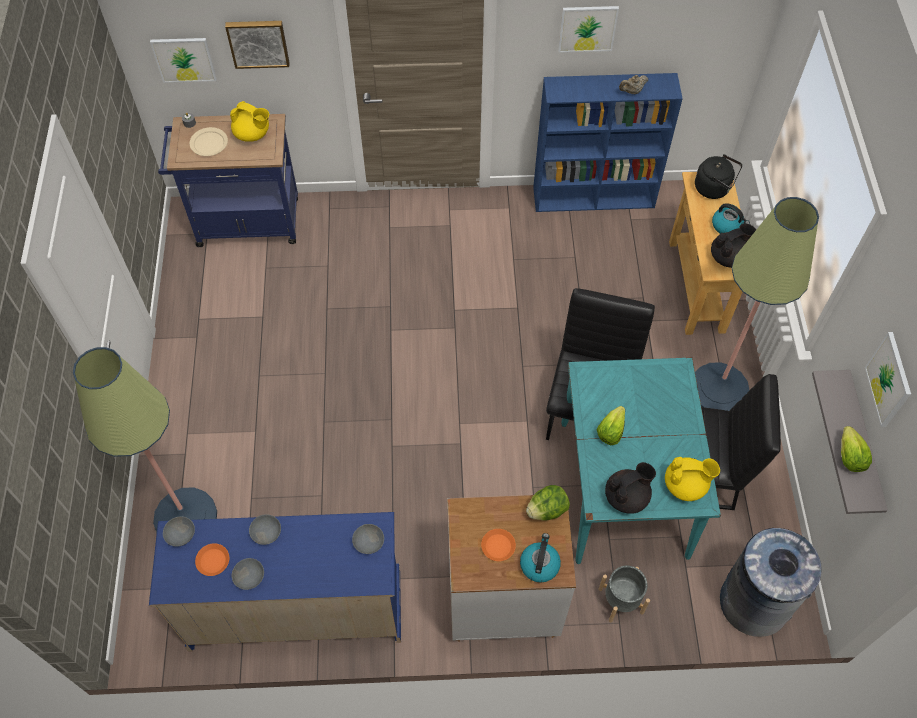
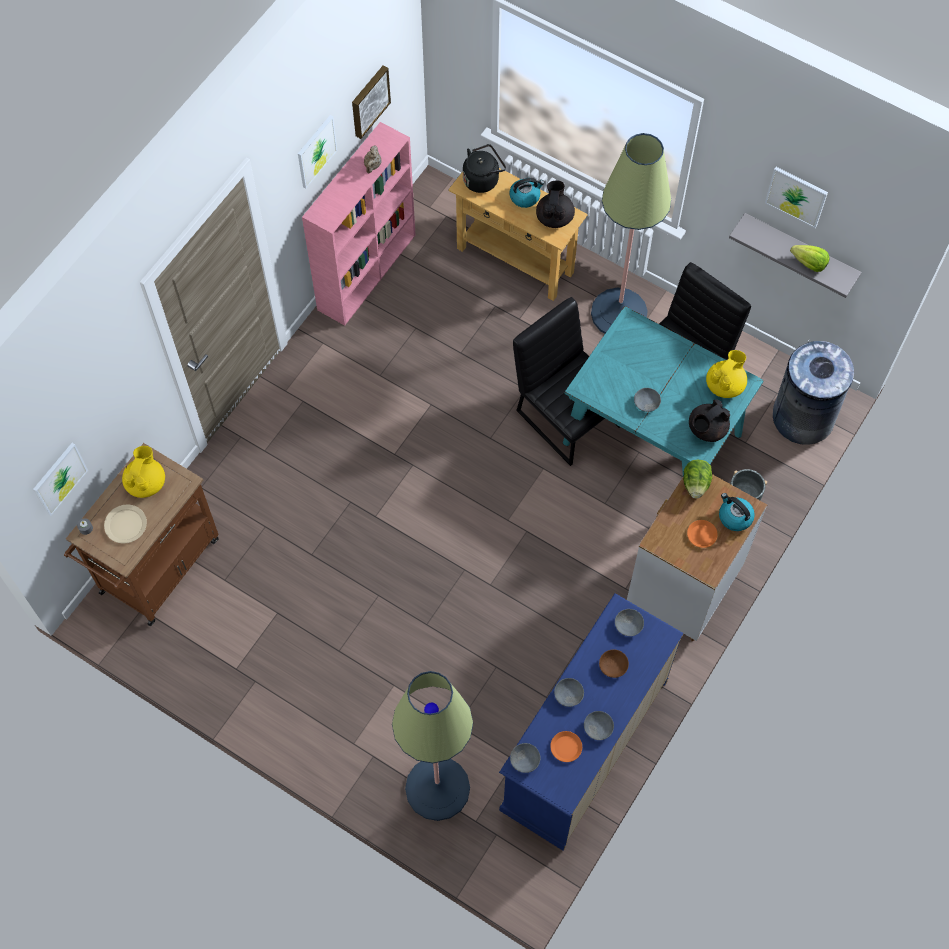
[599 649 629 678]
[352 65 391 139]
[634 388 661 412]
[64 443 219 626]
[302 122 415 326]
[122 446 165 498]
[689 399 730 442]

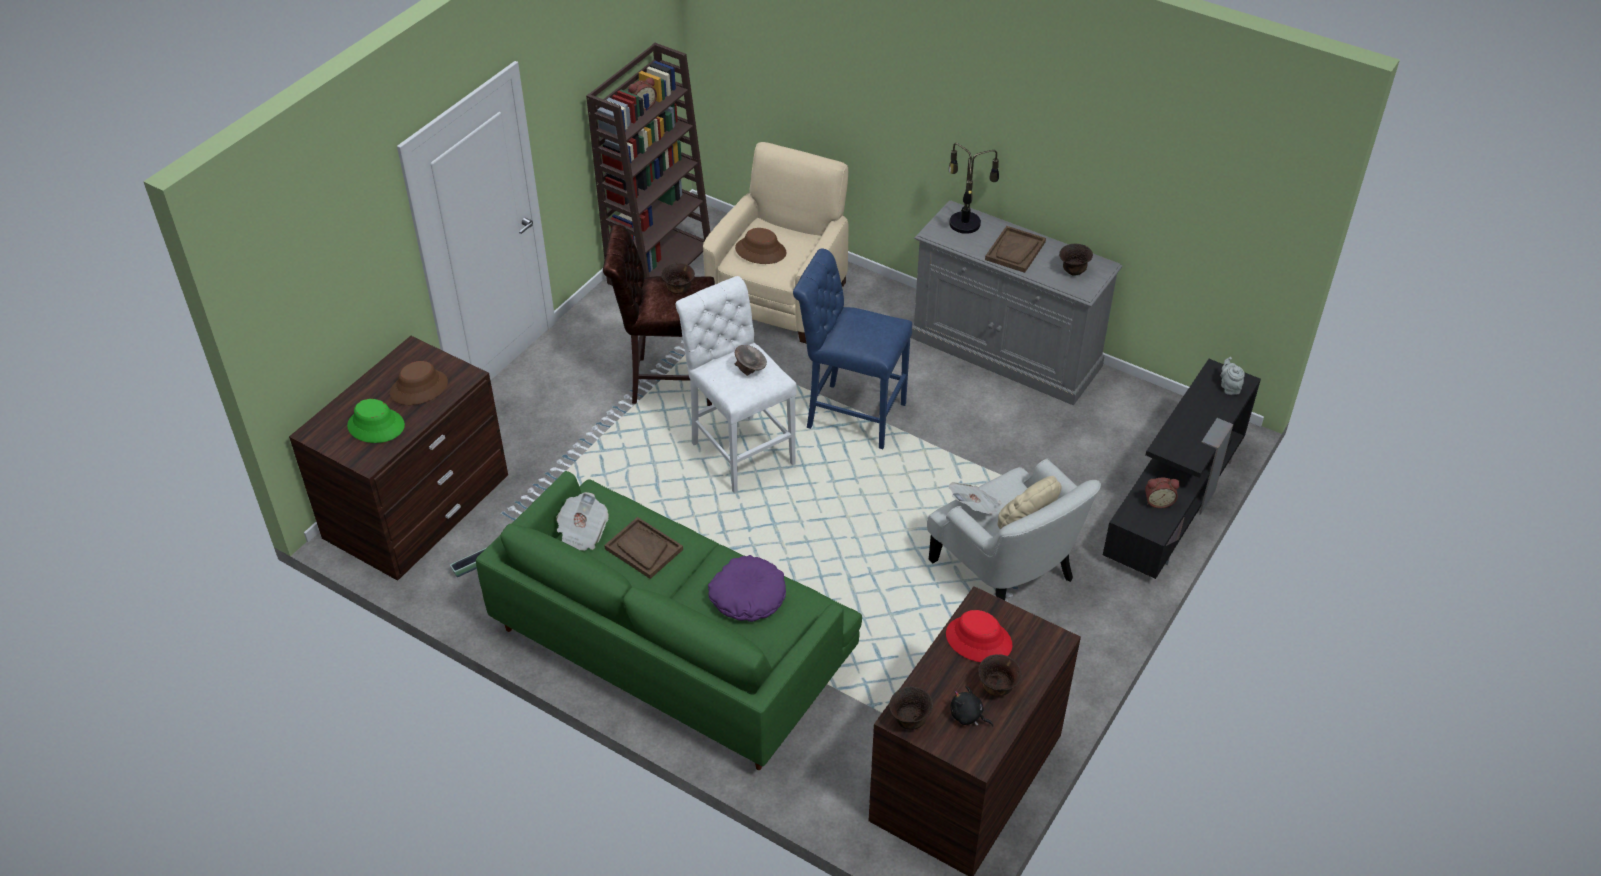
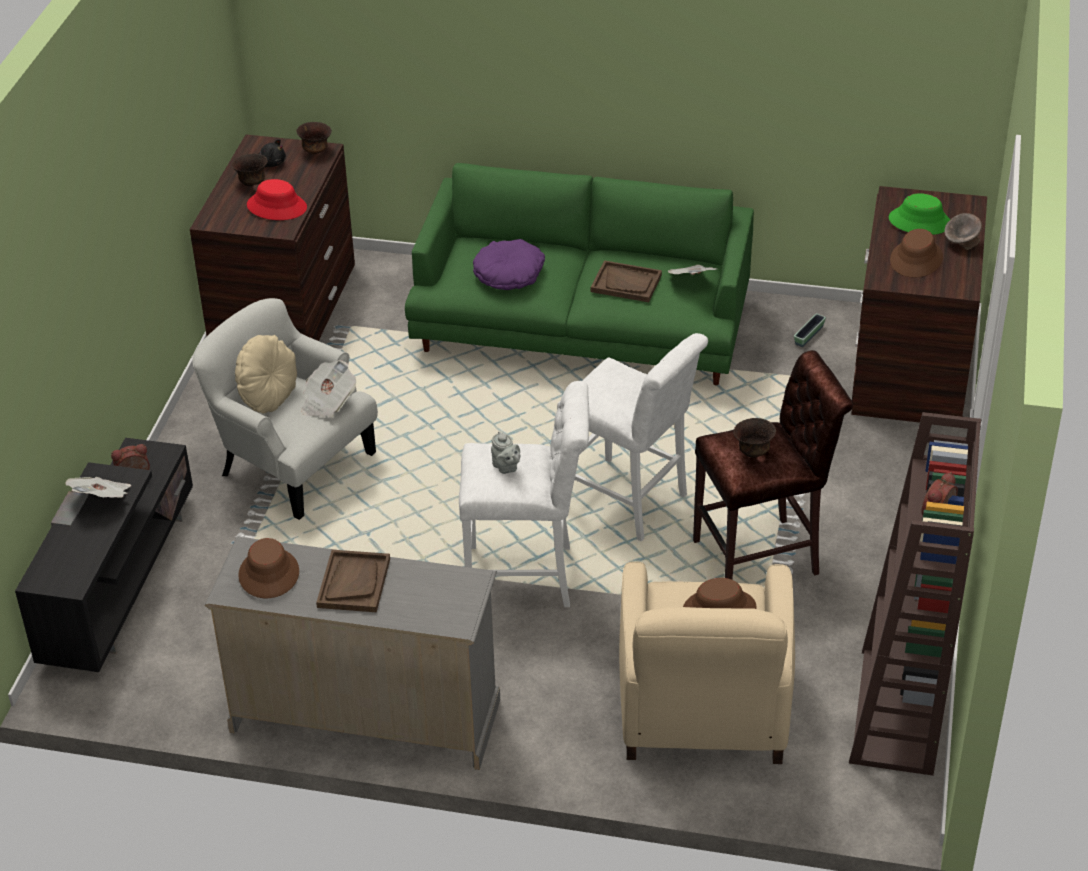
[949 143 999 234] (first image)
[65 477 131 498]
[944 213 982 250]
[491 431 521 474]
[238 538 299 599]
[459 381 589 607]

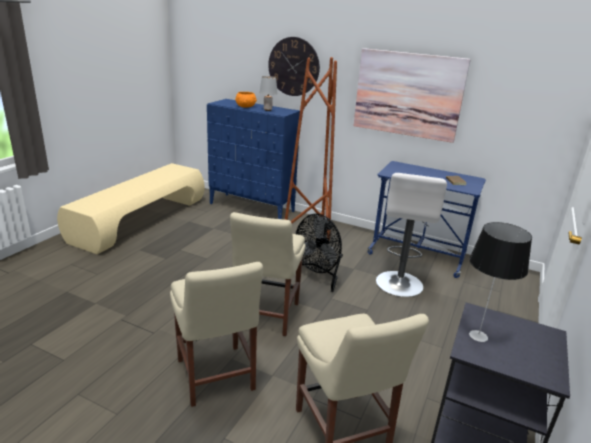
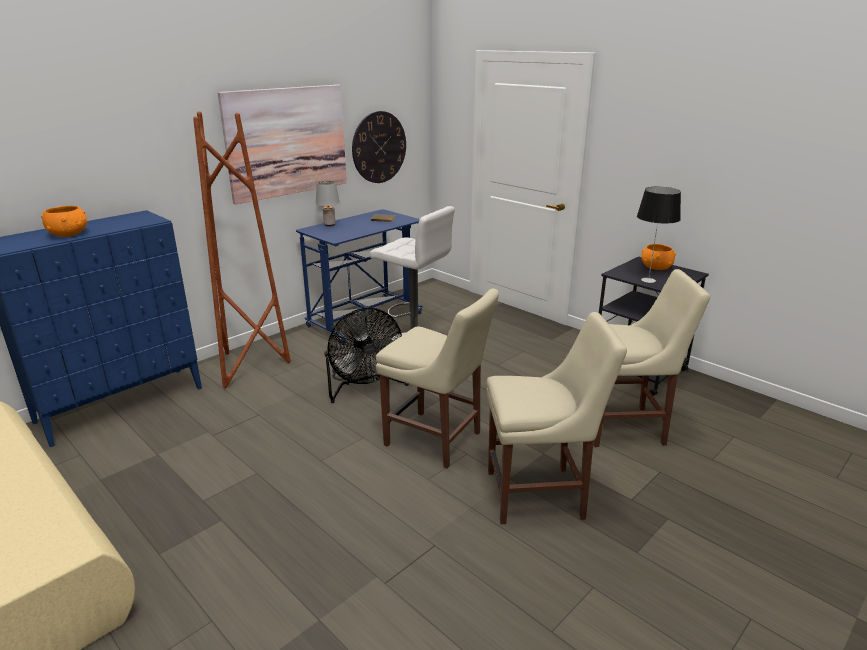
[641 244 676 270]
[316 181 340 226]
[352 111 406 183]

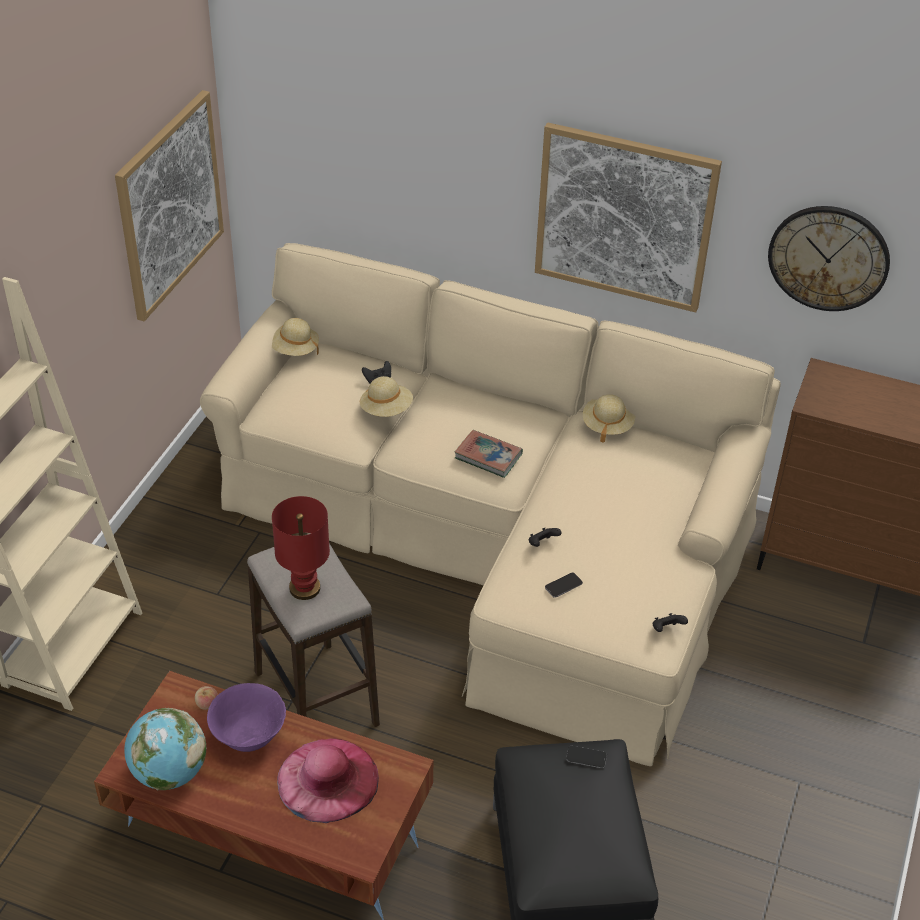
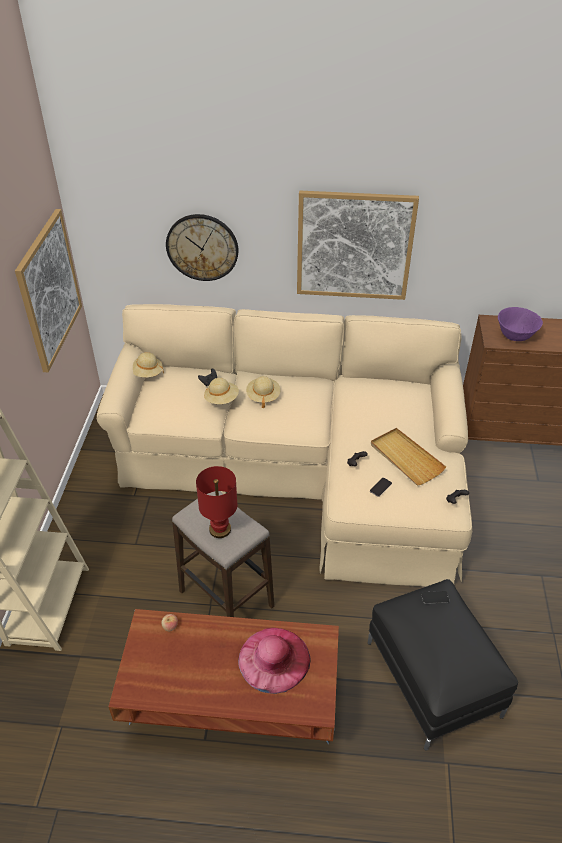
[124 708 206 790] (first image)
[454 430 523 478] (first image)
[371 428 446 485]
[498 307 543 341]
[246 376 280 408]
[166 214 239 281]

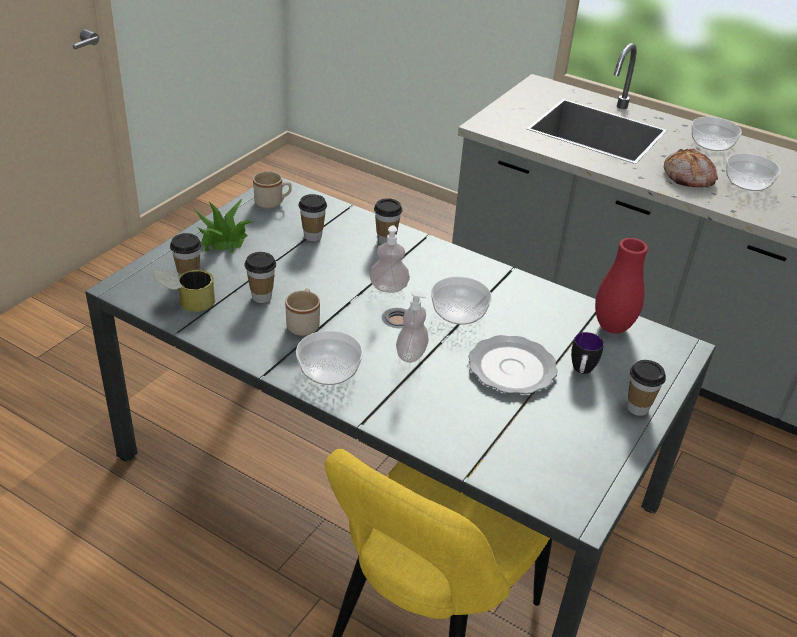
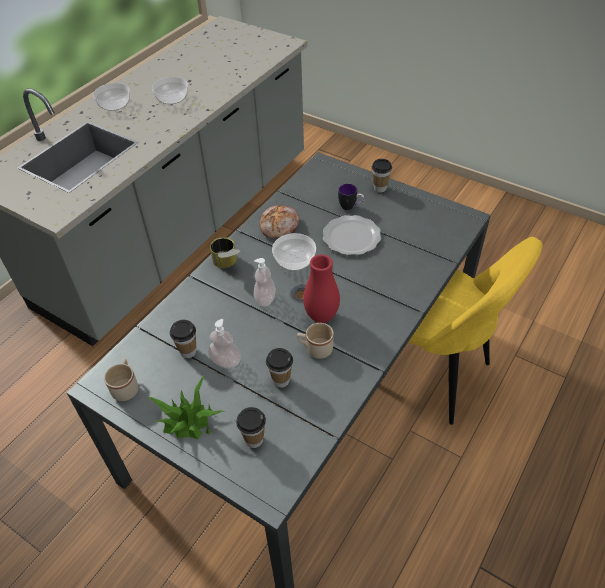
[296 330 363 385] (first image)
[374 198 402 244] (first image)
[210 237 240 268]
[208 319 241 368]
[303 254 340 323]
[259 205 300 238]

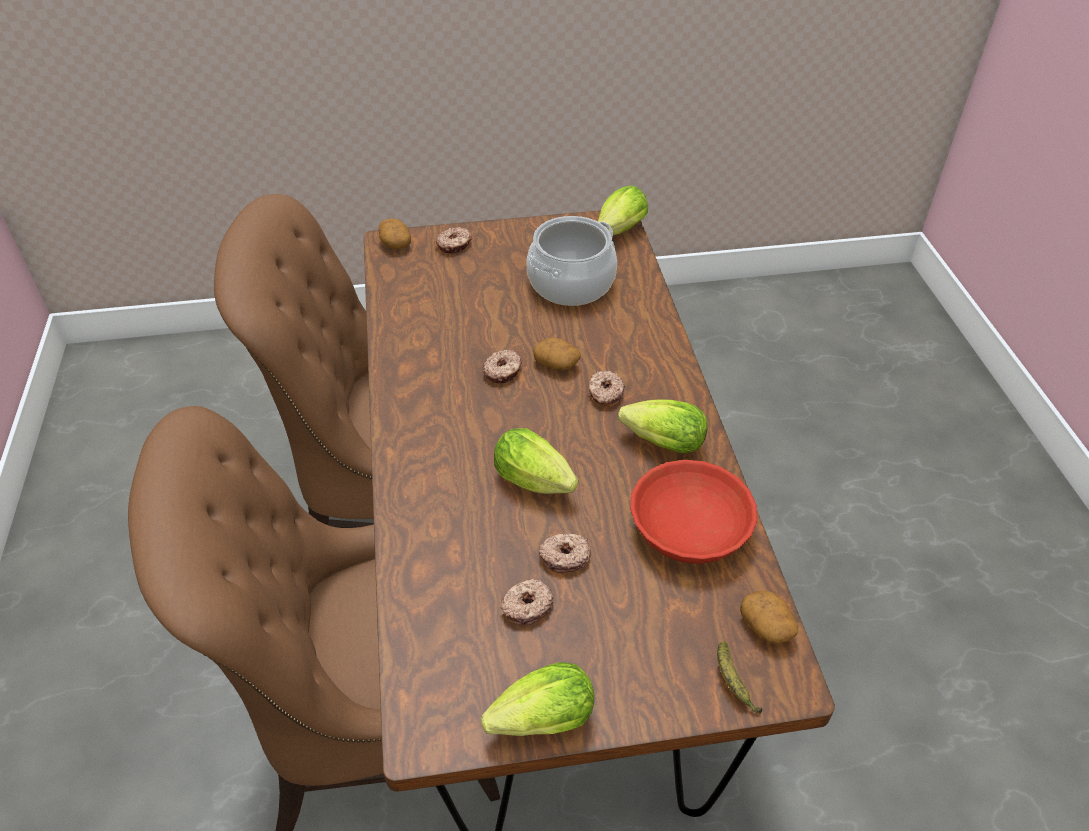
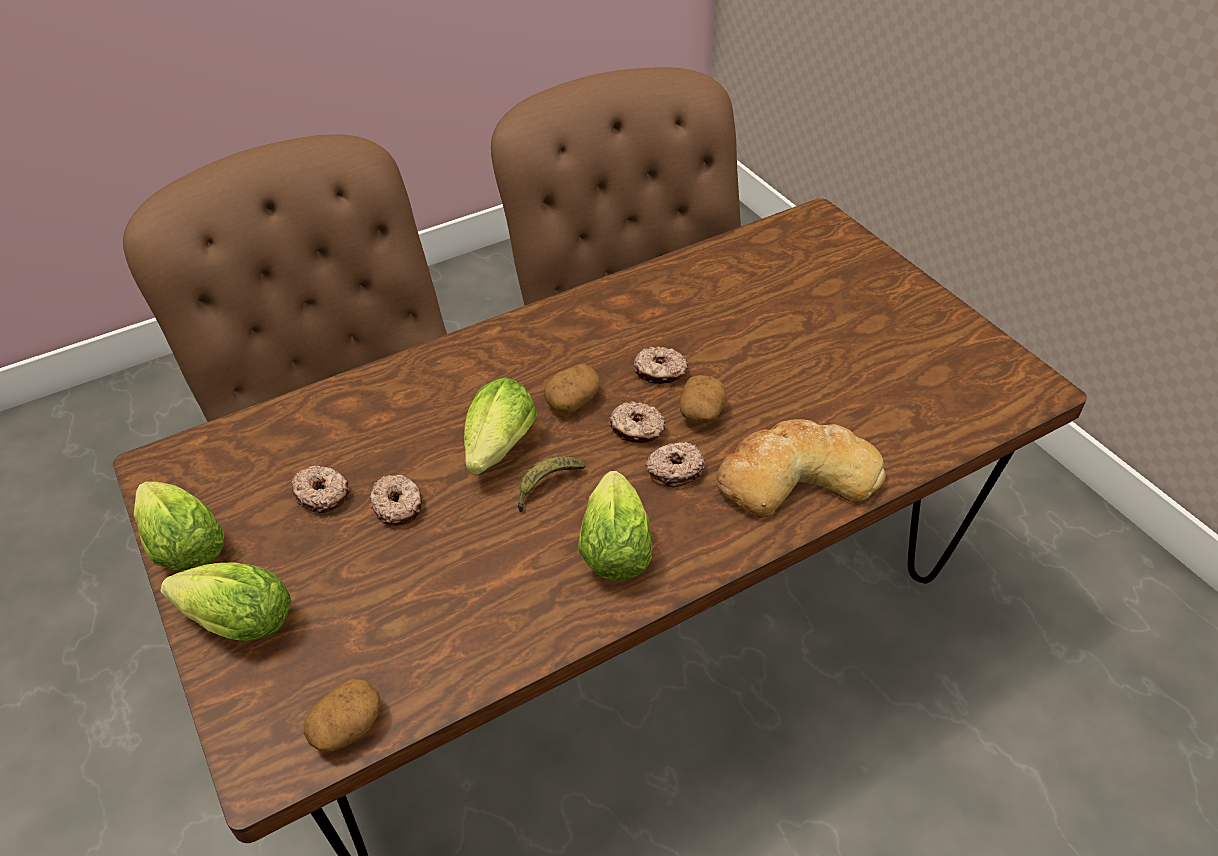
[526 216 617 306] (first image)
[630 460 757 564] (first image)
[716 419 886 518]
[544 364 600 414]
[609 401 666 443]
[160 562 291 641]
[518 456 585 512]

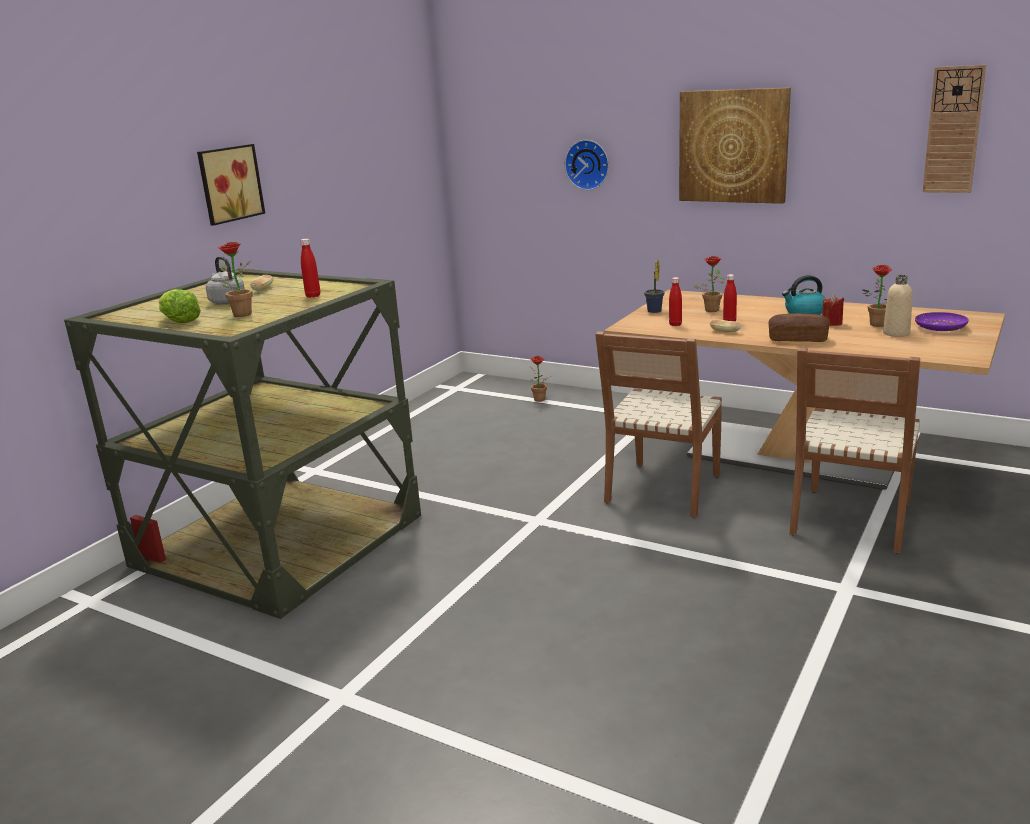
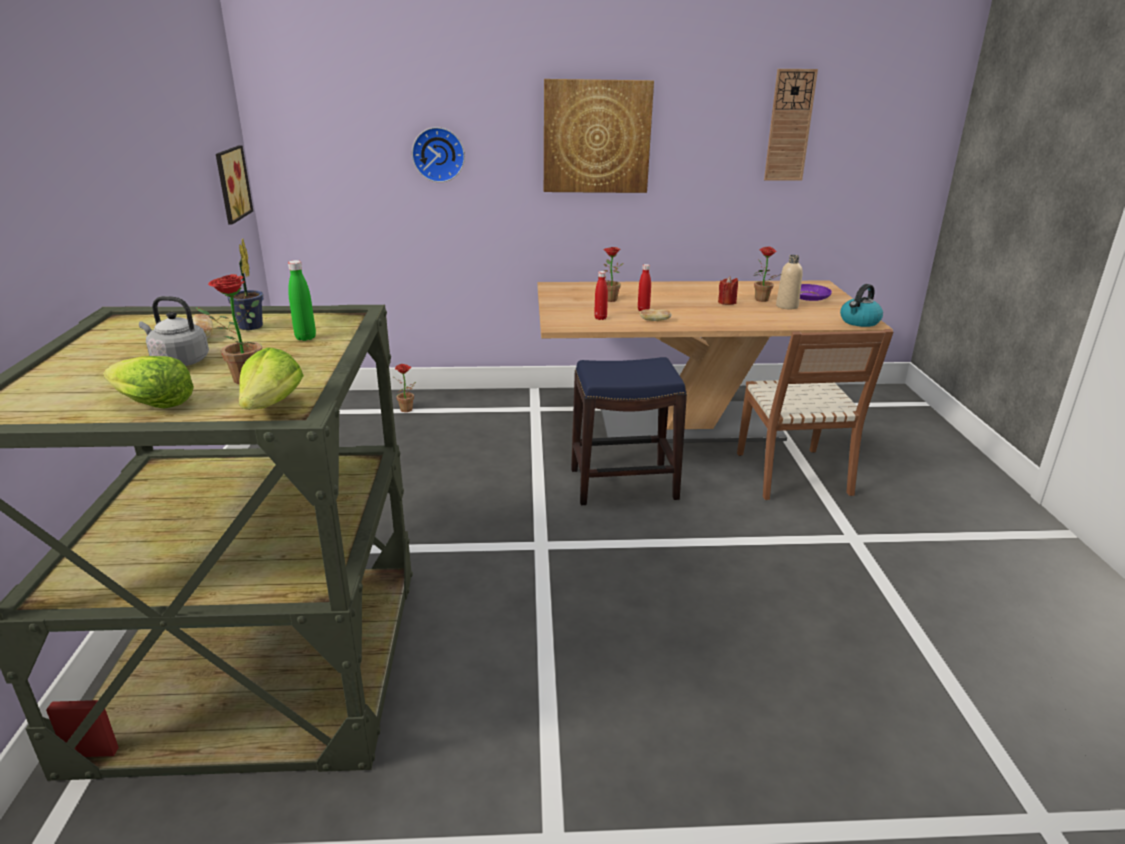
[768 313 830 342] (first image)
[239 347 304 410]
[216 145 253 224]
[227 239 263 330]
[840 284 883 327]
[571 357 687 505]
[288 260 316 341]

